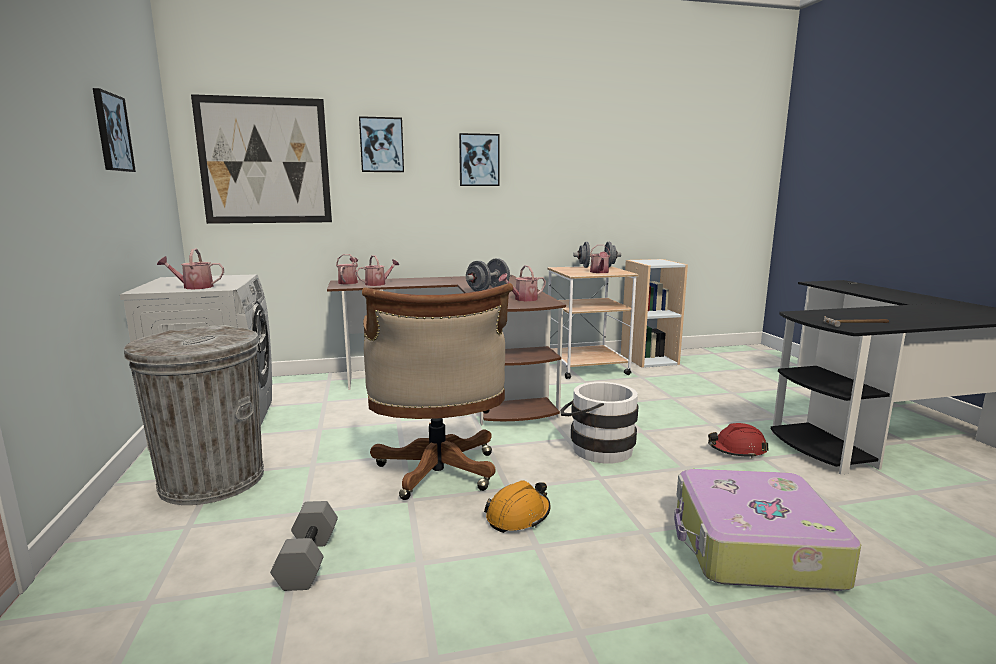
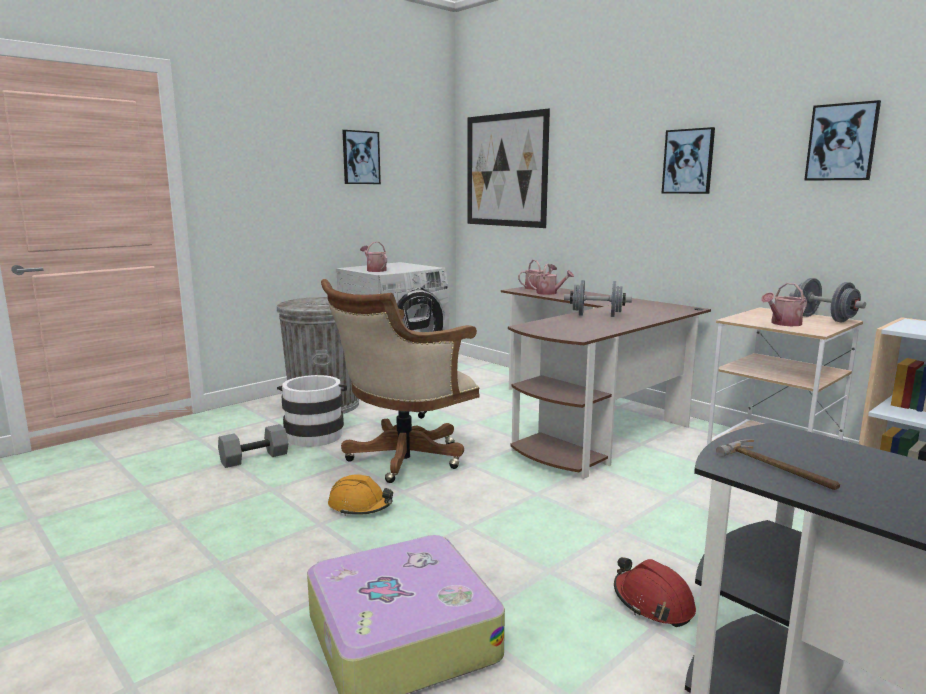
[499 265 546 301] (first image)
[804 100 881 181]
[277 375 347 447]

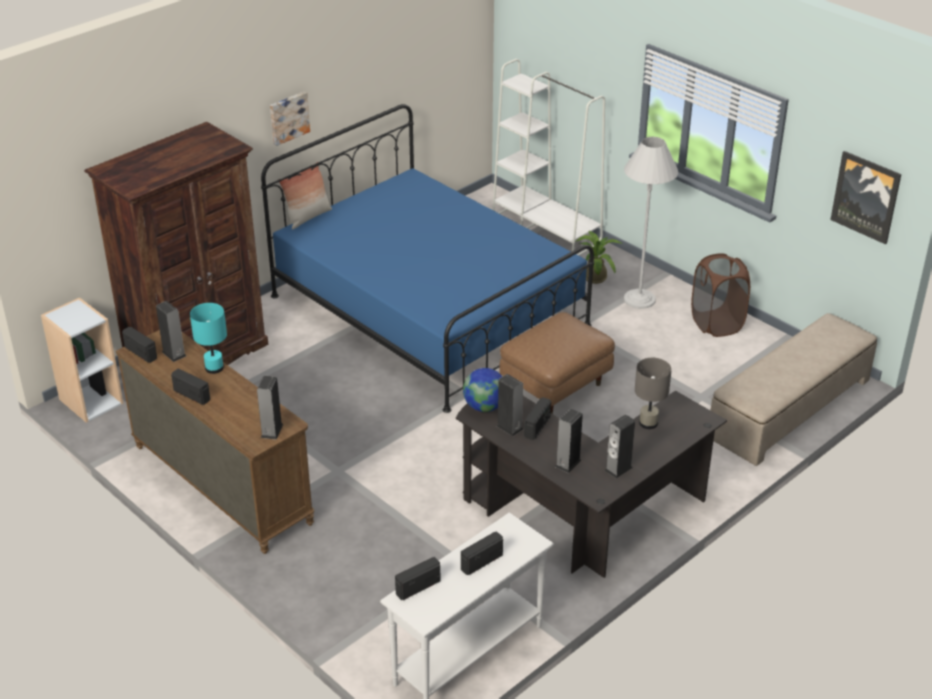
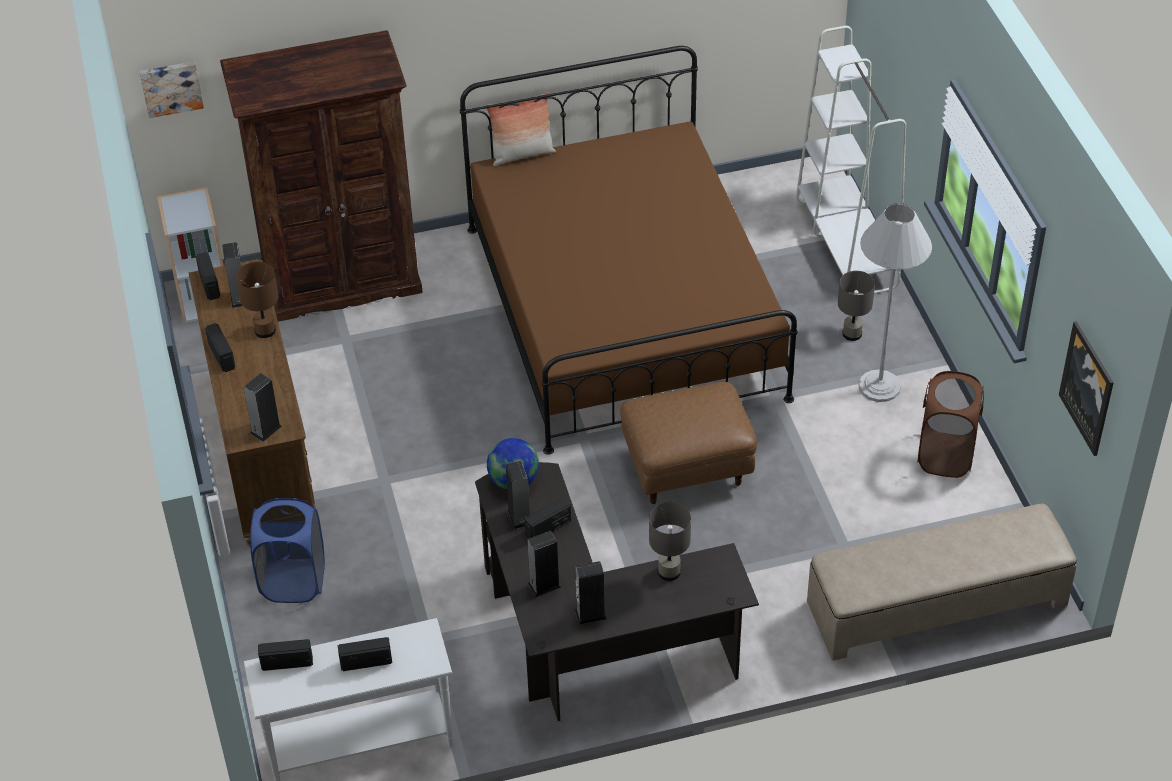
[250 498 325 603]
[139 61 204 118]
[838 271 875 341]
[236 262 278 338]
[460 46 797 455]

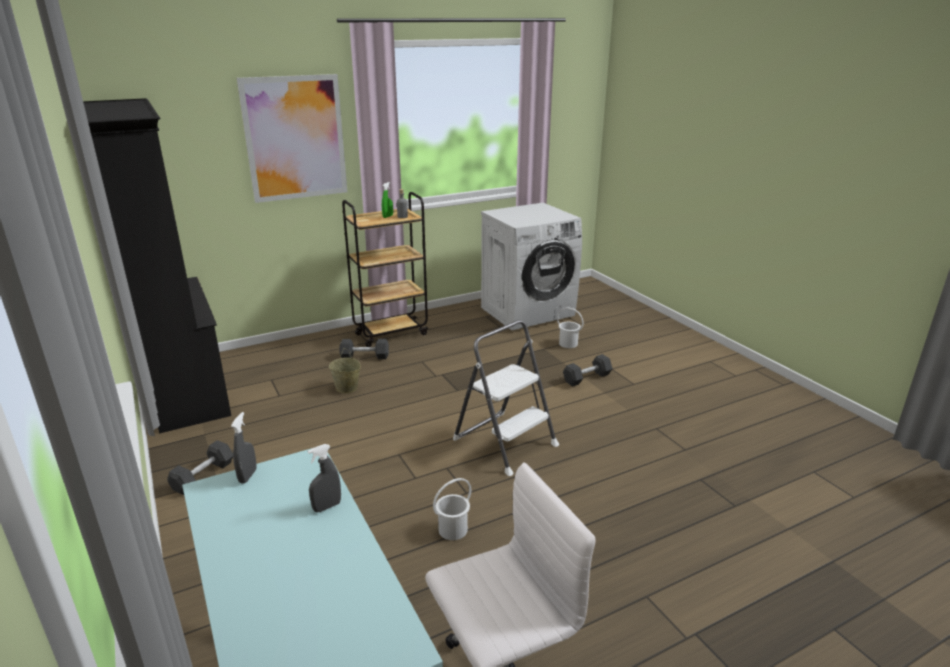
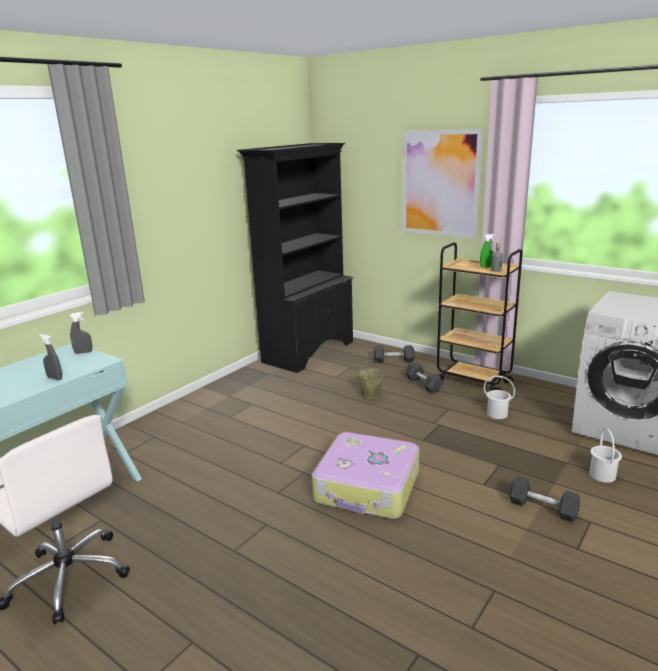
[374 345 414 363]
[484 376 515 419]
[312 432 419 519]

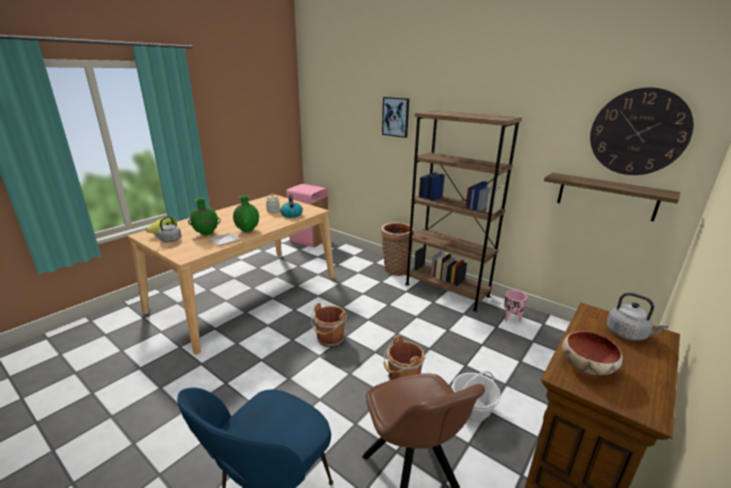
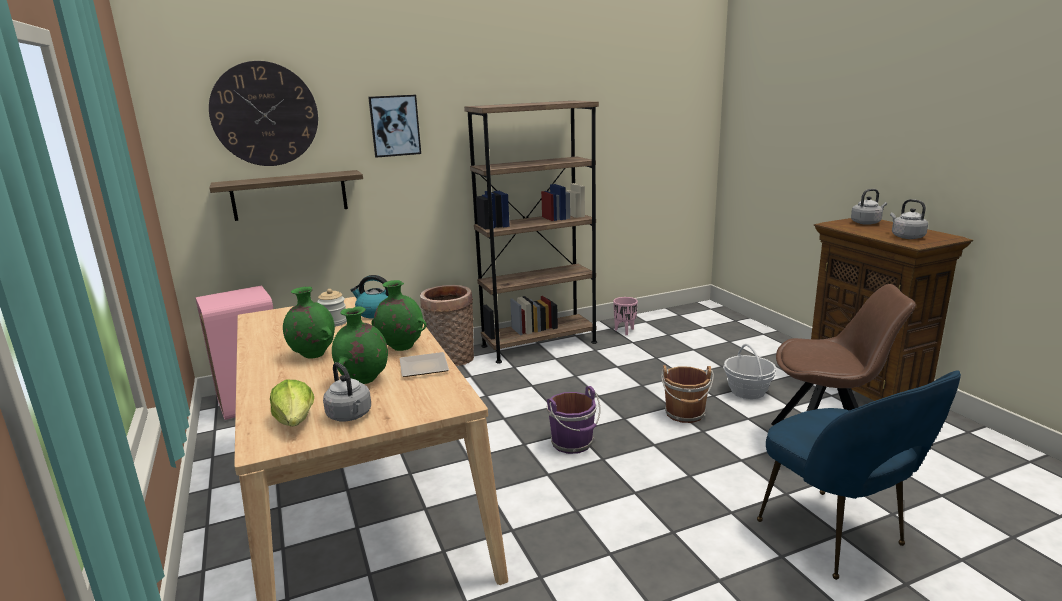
[283 287 335 359]
[209 170 363 221]
[209 61 318 166]
[890 199 928 239]
[547 386 600 454]

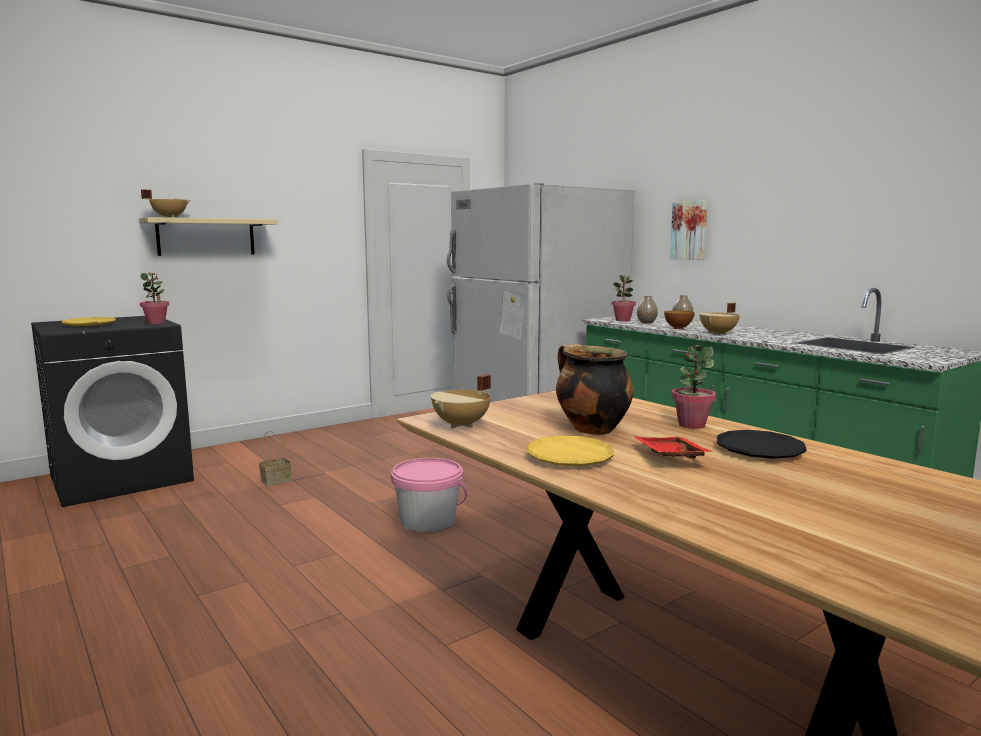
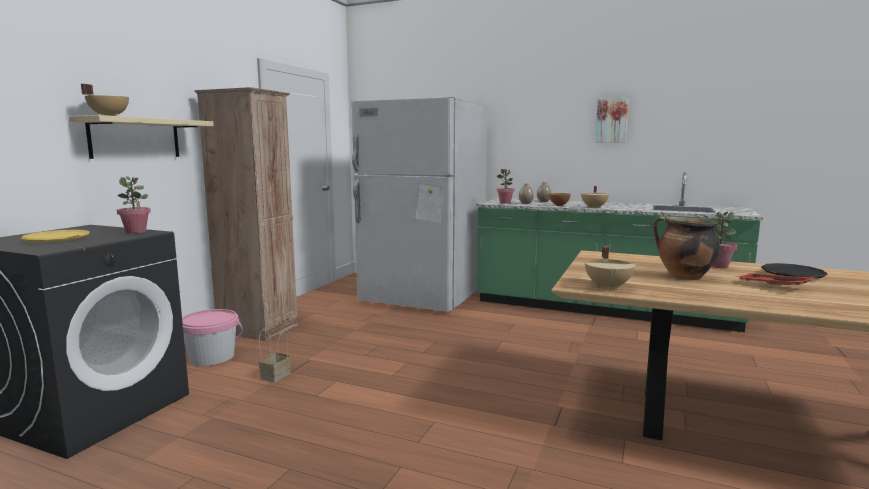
[527 436 615 466] (first image)
[194 87 298 341]
[182 309 242 366]
[595 98 628 143]

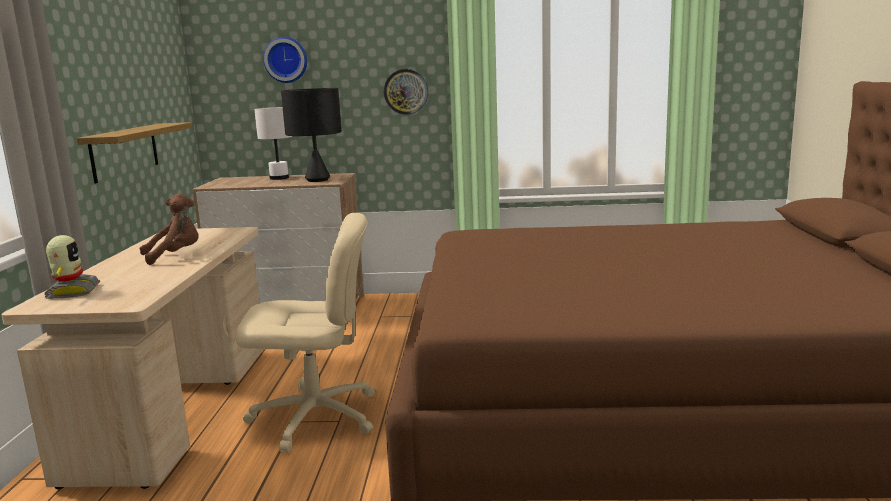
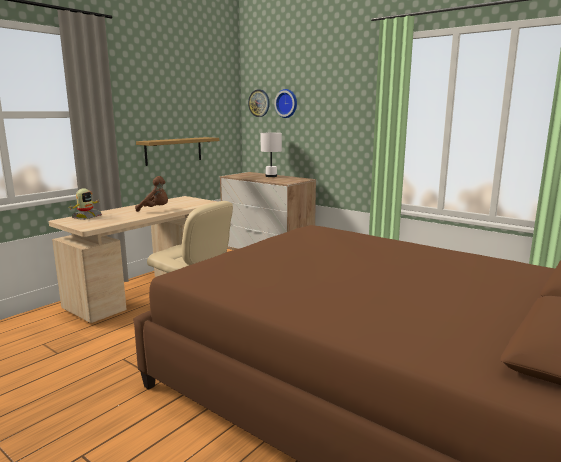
[281 88 342 182] (first image)
[248 89 270 117]

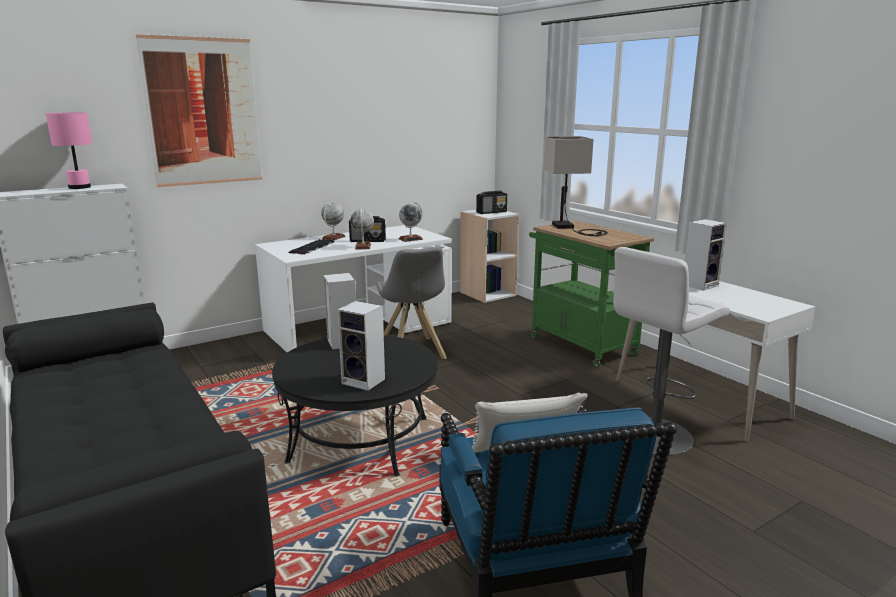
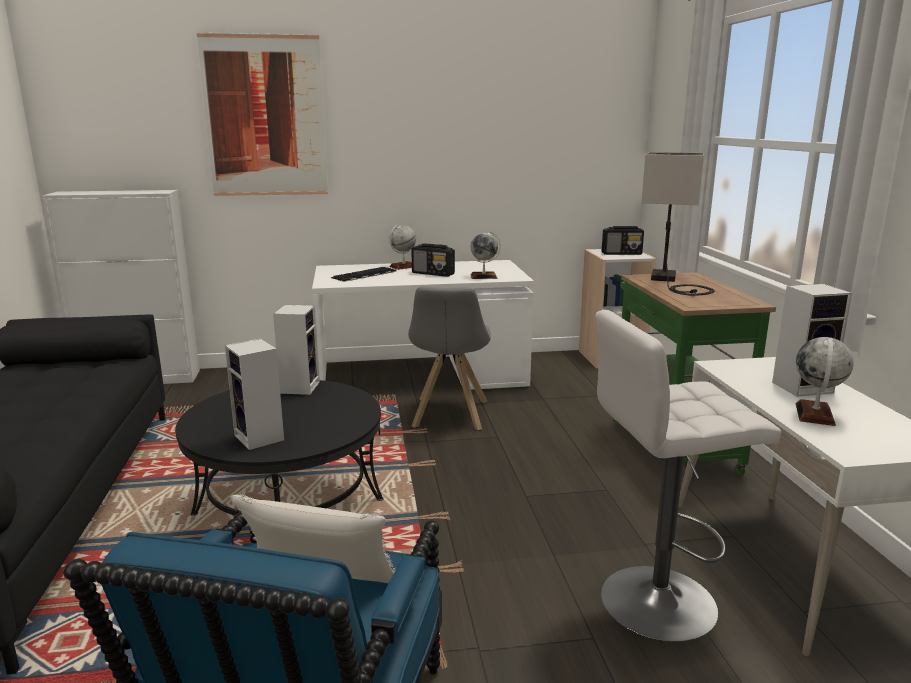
[46 112 92 189] (first image)
[796 337 854 426]

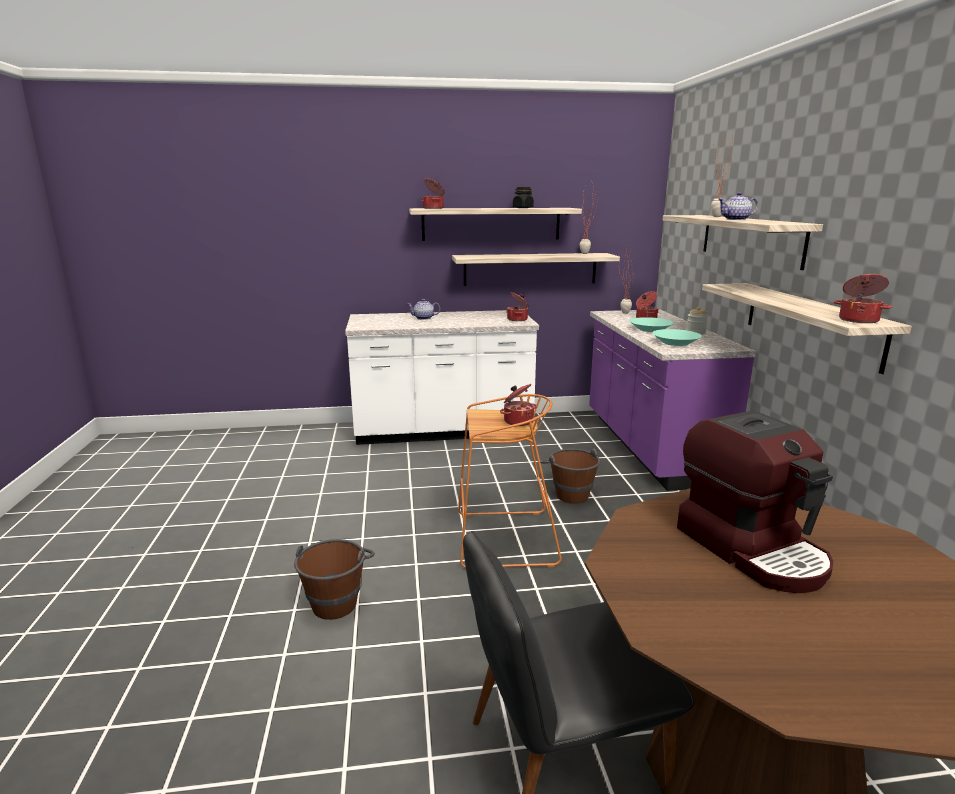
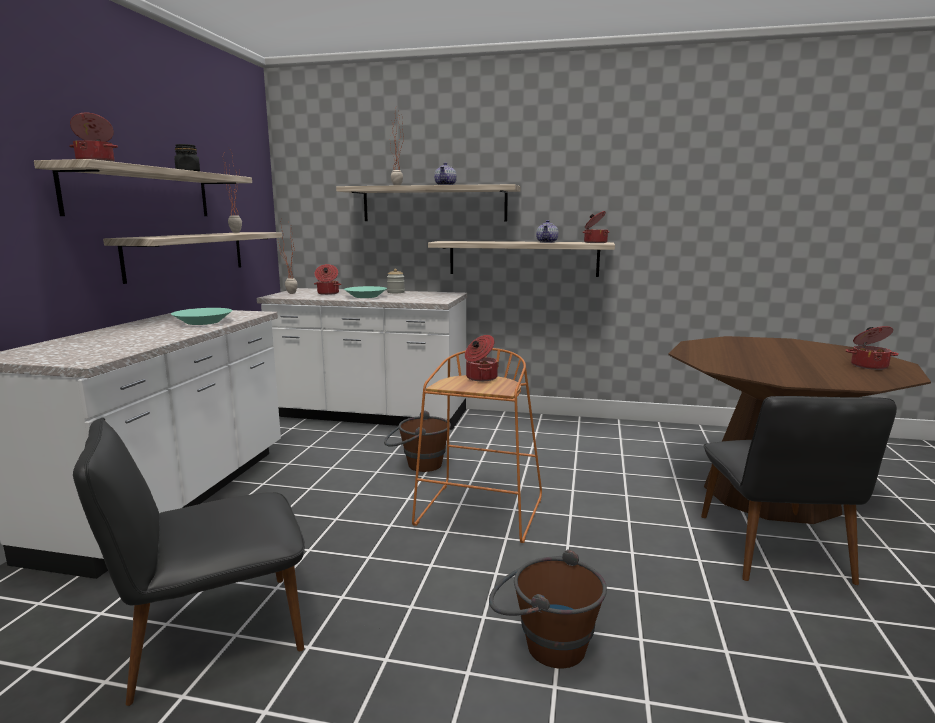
[677 411 833 593] (first image)
[73 418 305 706]
[536 220 559 243]
[845 326 899 370]
[171 308 232 325]
[257 288 467 430]

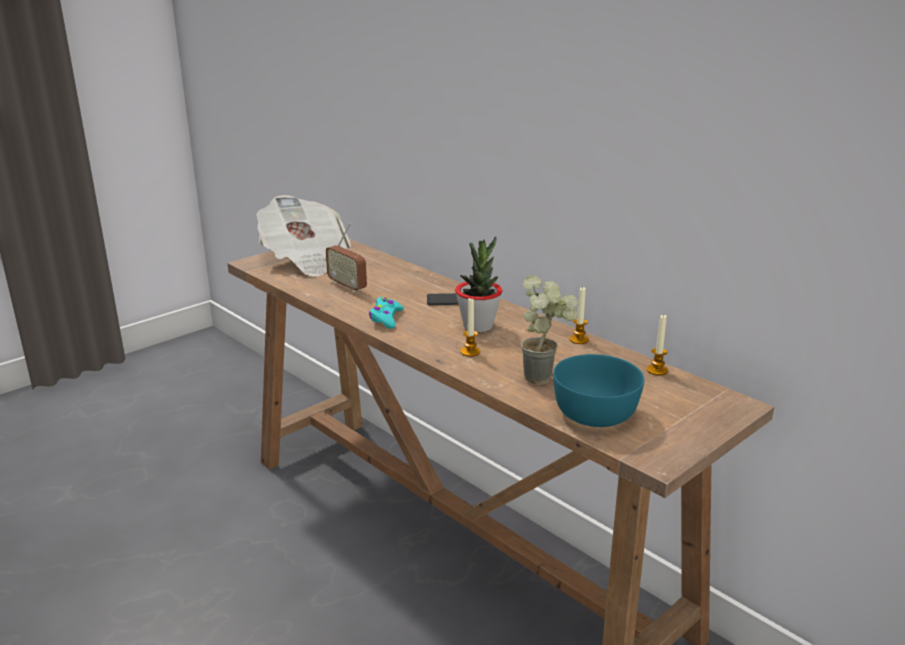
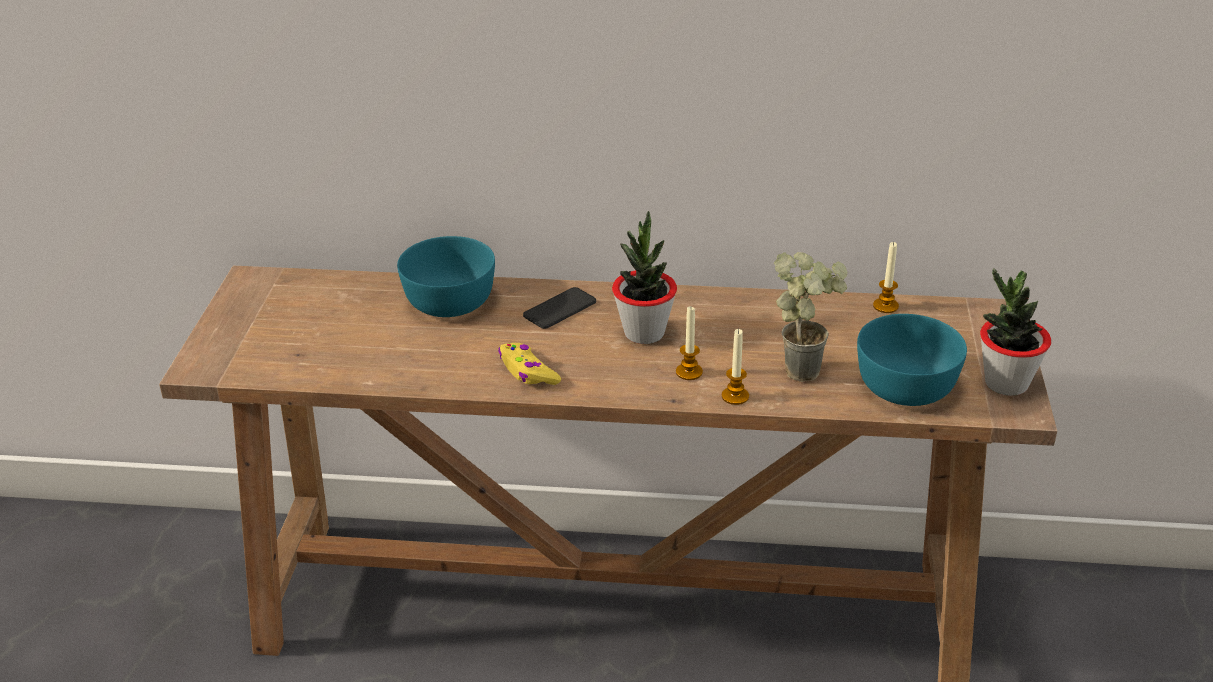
[256 195 351 277] (first image)
[326 223 367 293] (first image)
[397 236 495 317]
[980 268 1051 396]
[722 329 749 405]
[498 343 561 385]

